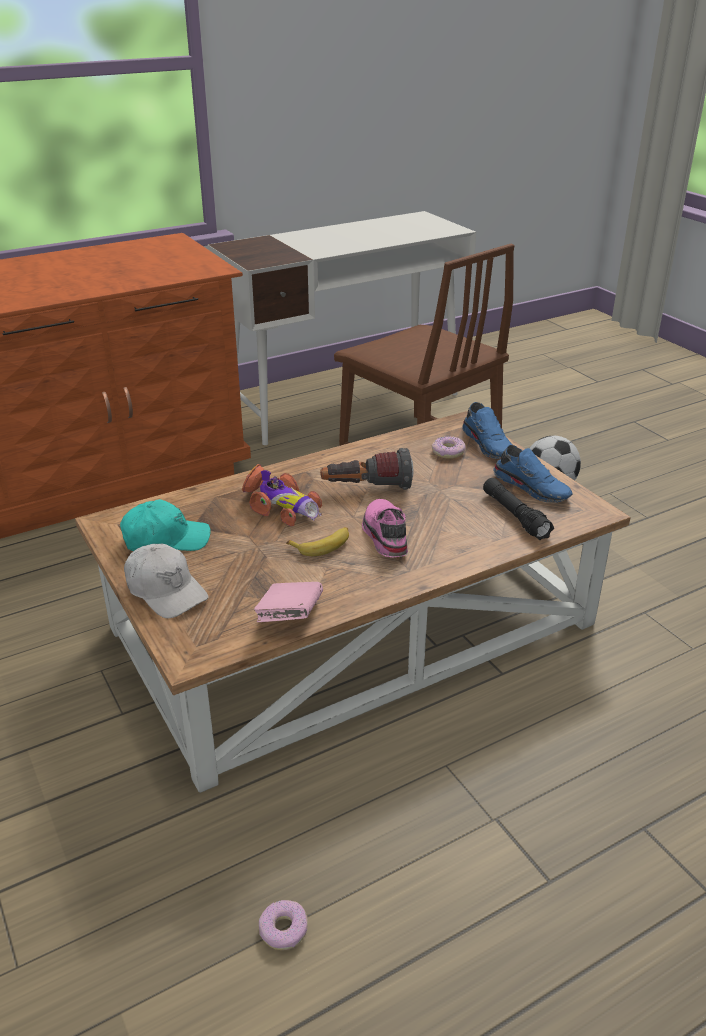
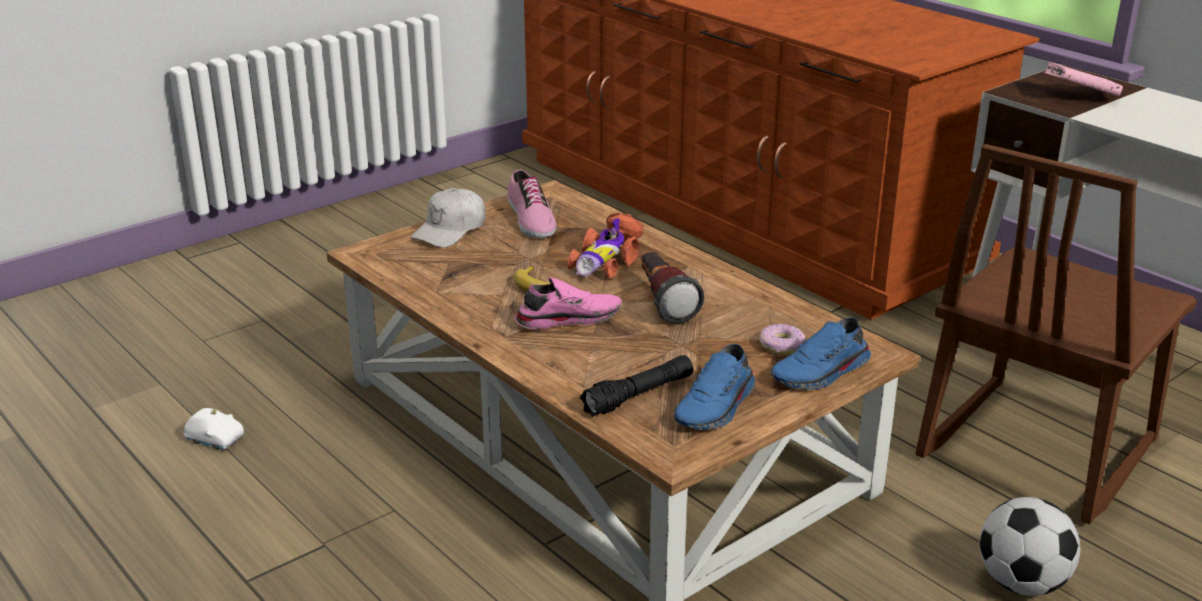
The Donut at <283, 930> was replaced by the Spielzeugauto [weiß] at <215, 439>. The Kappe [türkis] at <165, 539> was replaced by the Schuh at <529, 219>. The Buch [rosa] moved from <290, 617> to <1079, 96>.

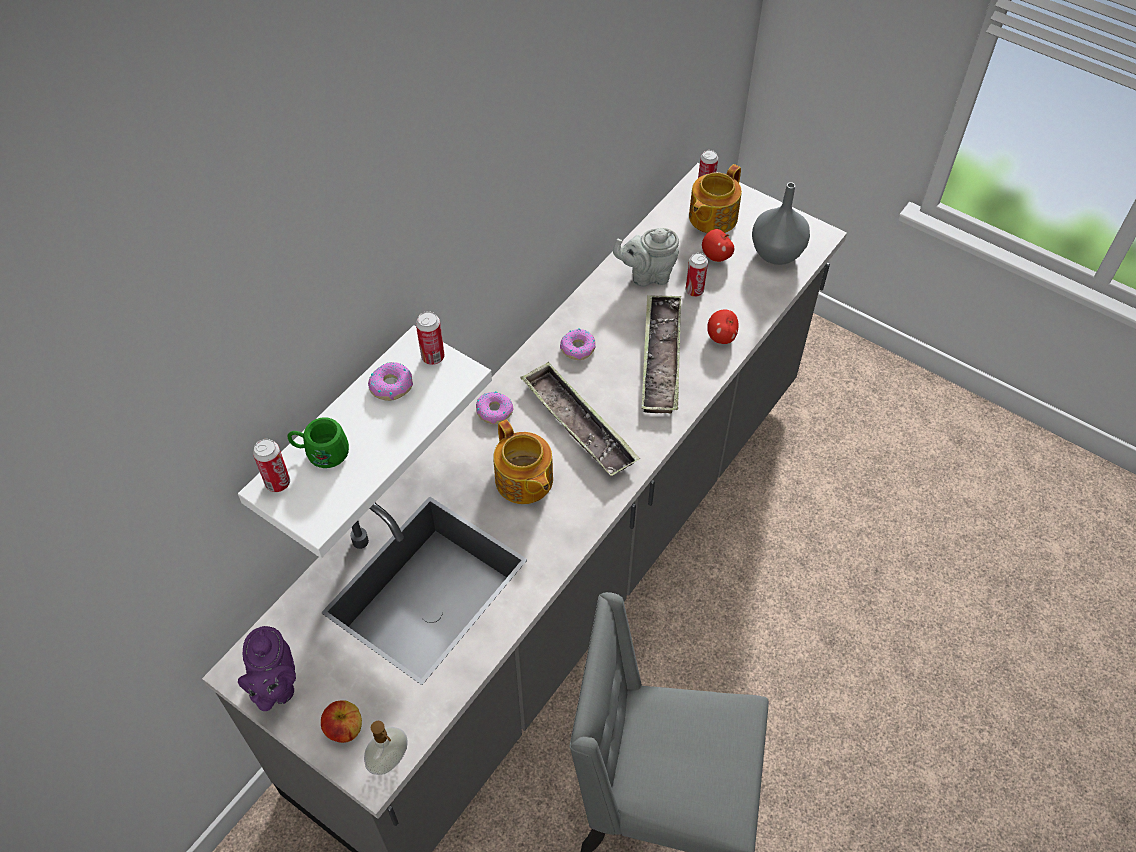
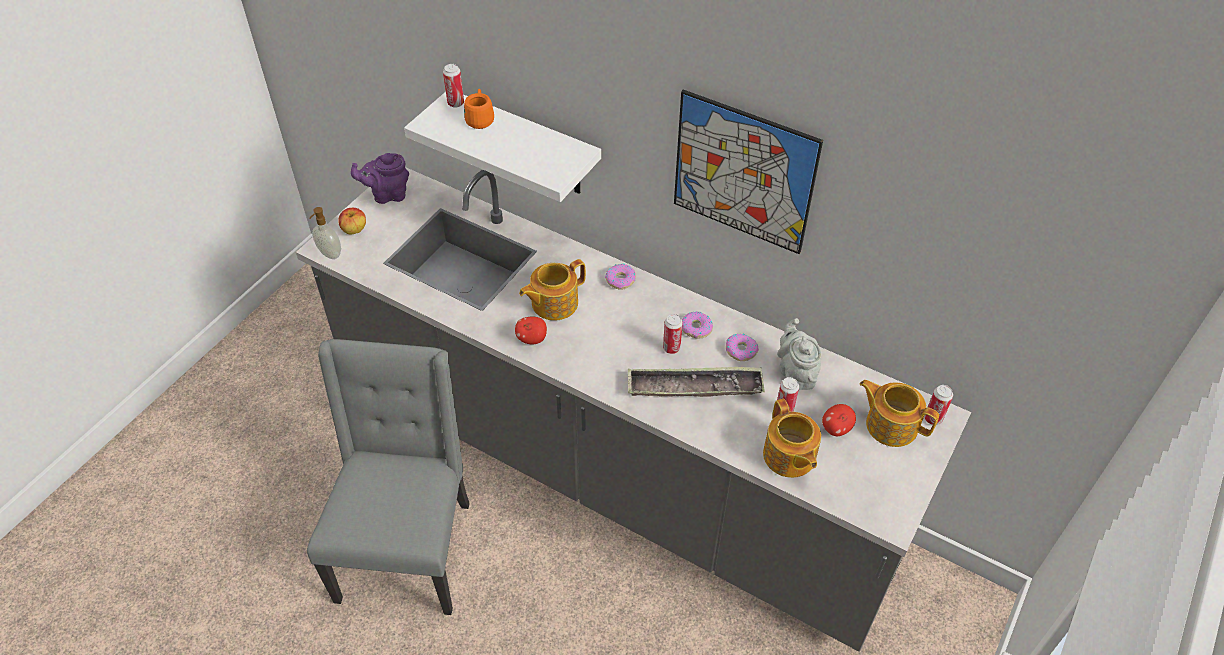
The Henkelbecher [grün] at <321, 453> became the Henkelbecher [orange] at <480, 118>. The Apfel moved from <721, 337> to <532, 339>. The Dose moved from <433, 357> to <671, 348>. The Bild at <743, 173> appeared. The Donut moved from <391, 385> to <741, 350>. The Teekanne at <789, 457> appeared. The Tablett at <578, 424> disappeared. The Vase [grau] at <778, 254> disappeared.

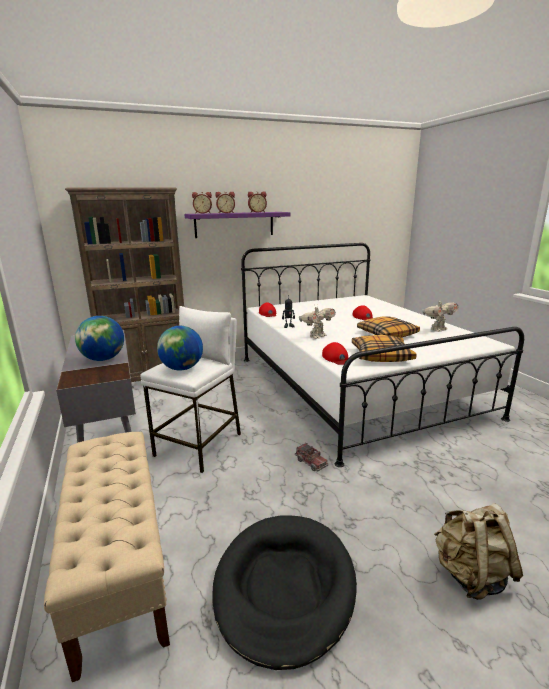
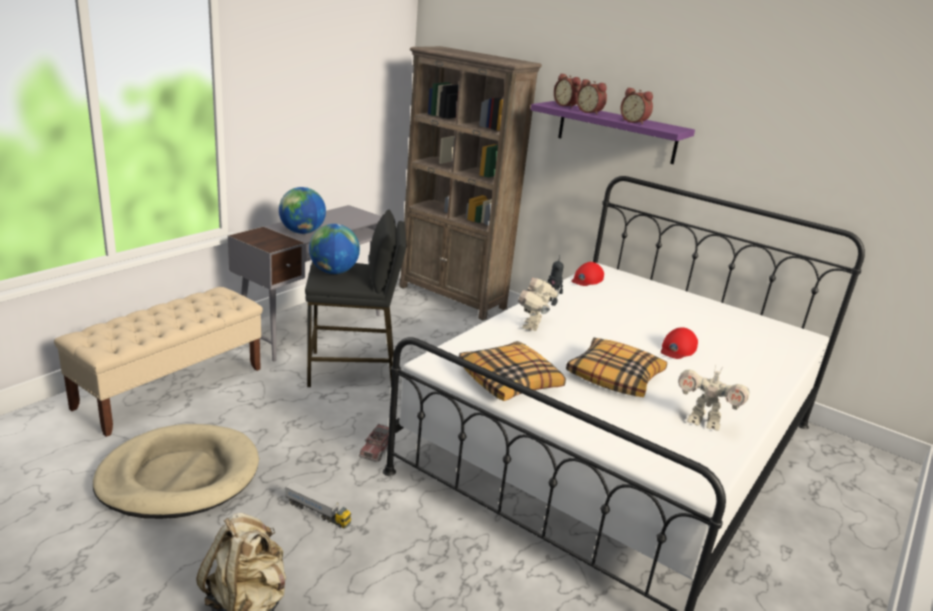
The Hundebett [schwarz] at <284, 587> became the Hundebett [beige] at <179, 476>. The Spielzeuglaster at <317, 512> appeared. The Hocker [weiß] at <200, 445> became the Hocker [schwarz] at <353, 370>. The Spielzeugroboter at <317, 336> turned 90 degrees clockwise. The Kappe [rot] at <336, 358> disappeared.

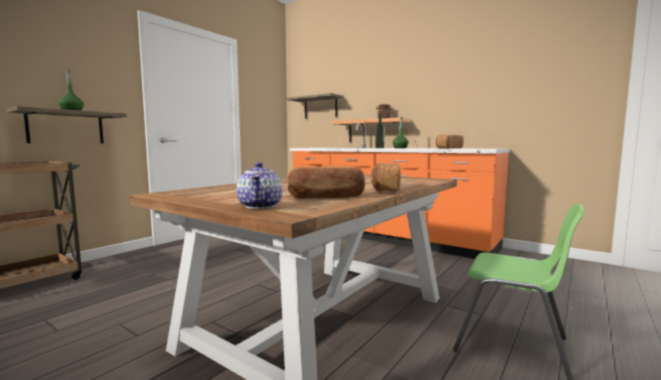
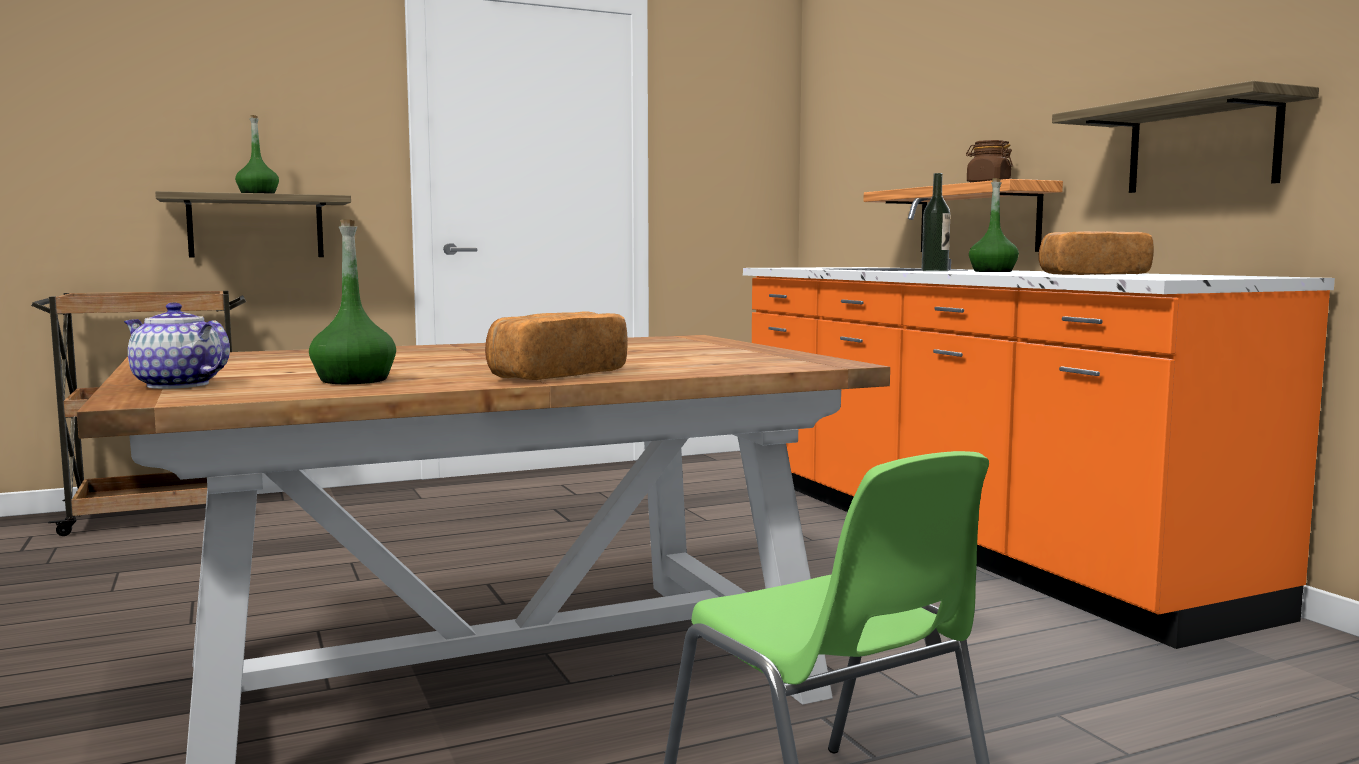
The Teekanne at <260, 206> turned 90 degrees clockwise. The Brot at <326, 197> was replaced by the Flasche [grün] at <354, 380>. The Wandregal moved from <320, 107> to <1202, 146>.

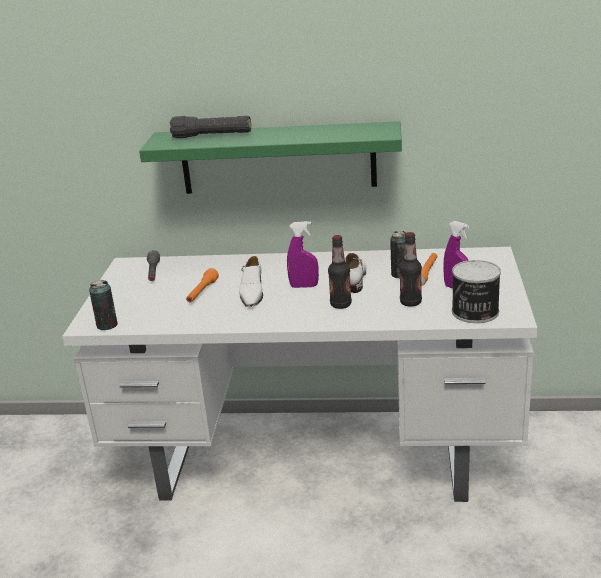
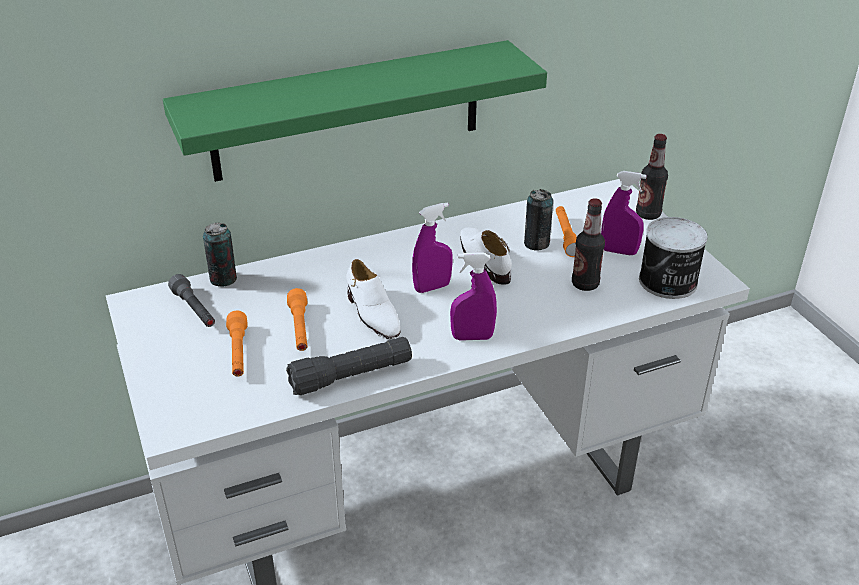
The Dose moved from <107, 325> to <223, 279>. The Taschenlampe [orange] at <238, 352> appeared. The Taschenlampe [schwarz] moved from <212, 136> to <351, 376>. The Sprühflasche [lila] at <472, 337> appeared. The Flasche moved from <341, 305> to <648, 214>.

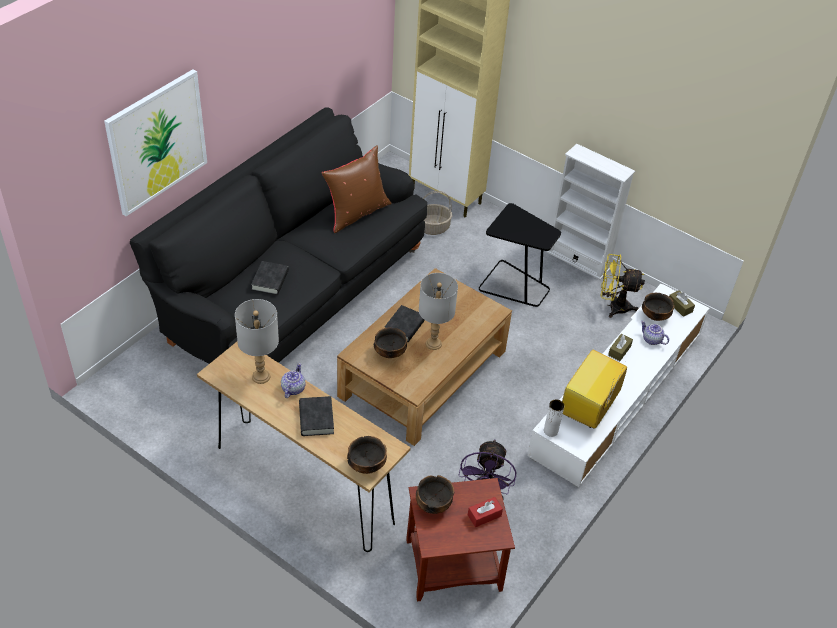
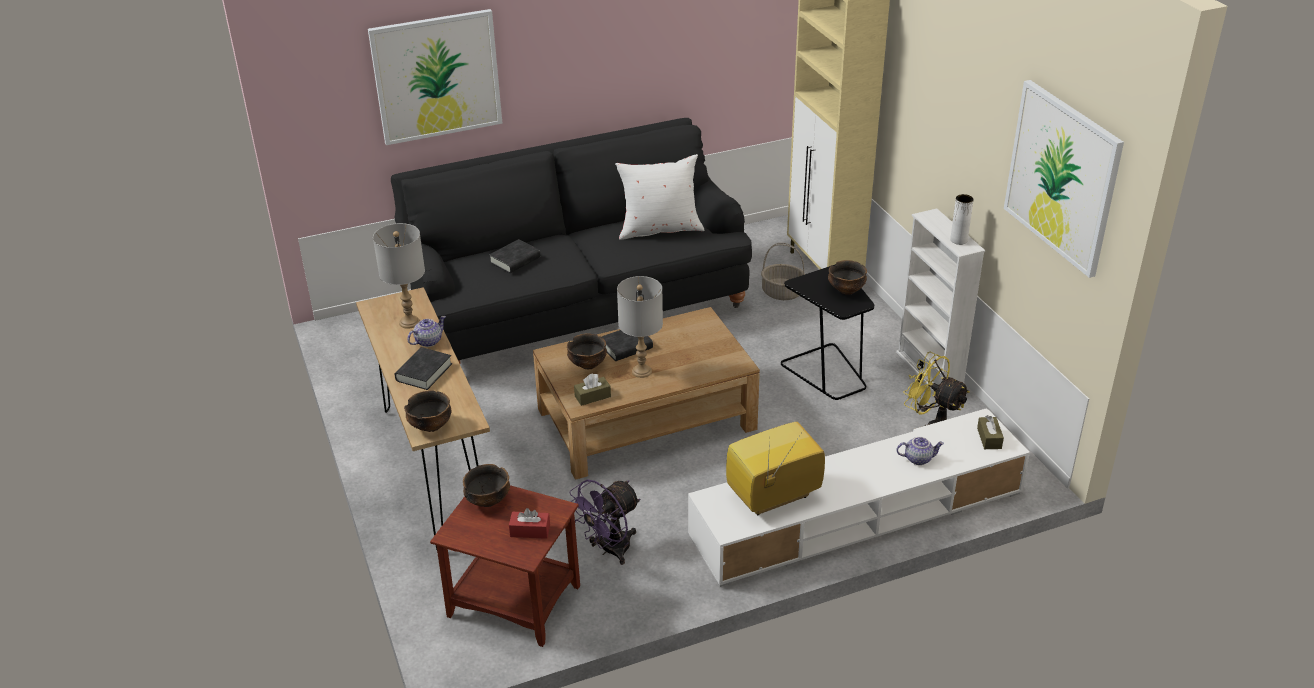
The Taschentuchbox [braun] moved from <619, 351> to <592, 396>. The Kissen [braun] at <356, 213> became the Kissen [weiß] at <659, 229>. The Schüssel moved from <655, 316> to <846, 290>. The Teekanne at <651, 340> turned 105 degrees clockwise. The Vase [weiß] moved from <550, 431> to <958, 240>. The Bild at <1062, 177> appeared.

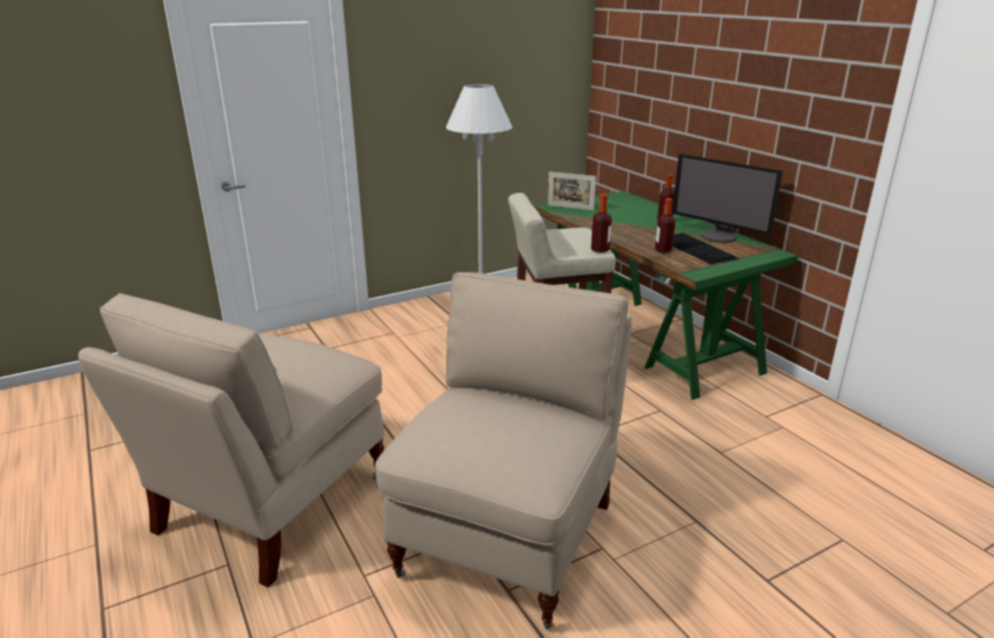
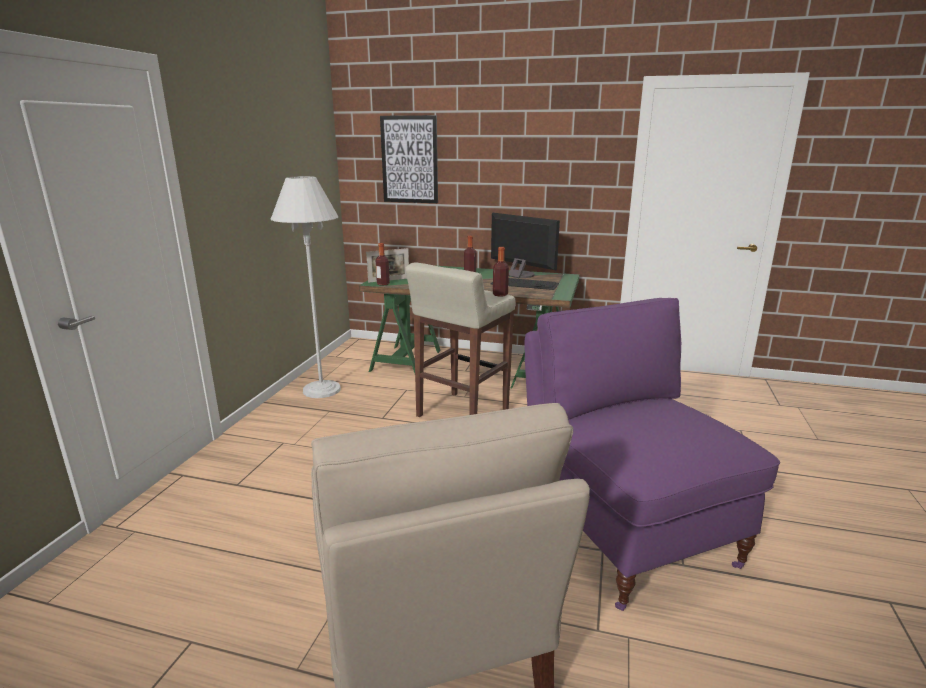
The Flasche moved from <663, 250> to <383, 284>. The Bild at <409, 160> appeared. The Monitor at <719, 237> turned 135 degrees counterclockwise. The Stuhl [beige] at <509, 536> became the Stuhl [lila] at <625, 532>.

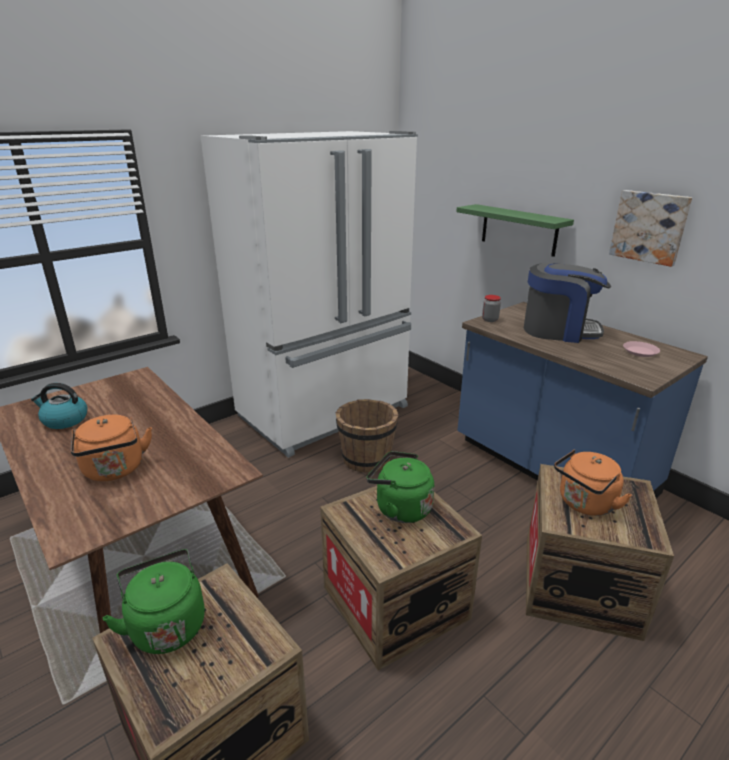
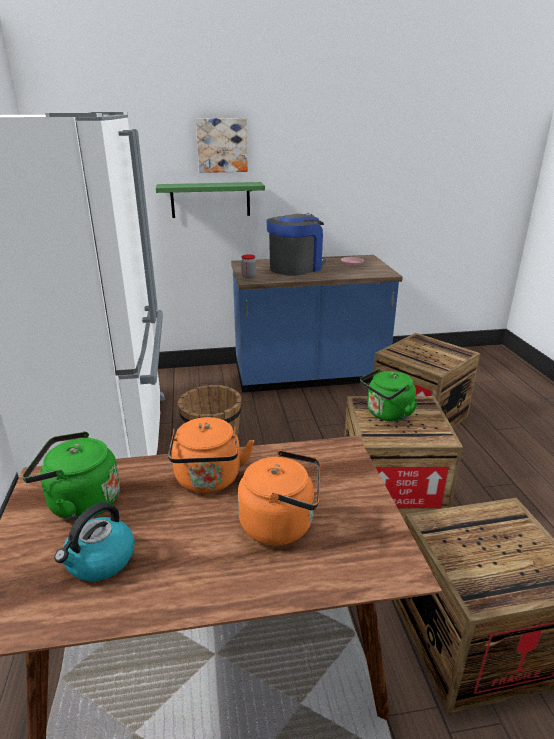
The Wasserkessel [grün] moved from <167, 624> to <80, 503>. The Wasserkessel [orange] moved from <584, 504> to <209, 480>. The Bild moved from <649, 227> to <222, 145>.

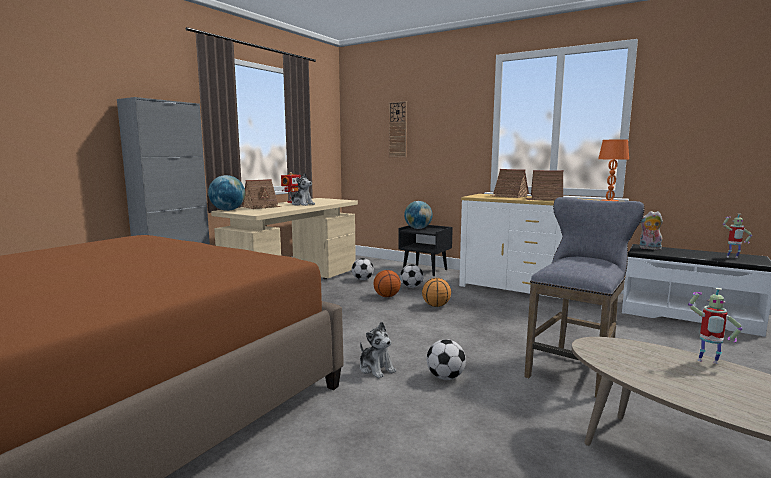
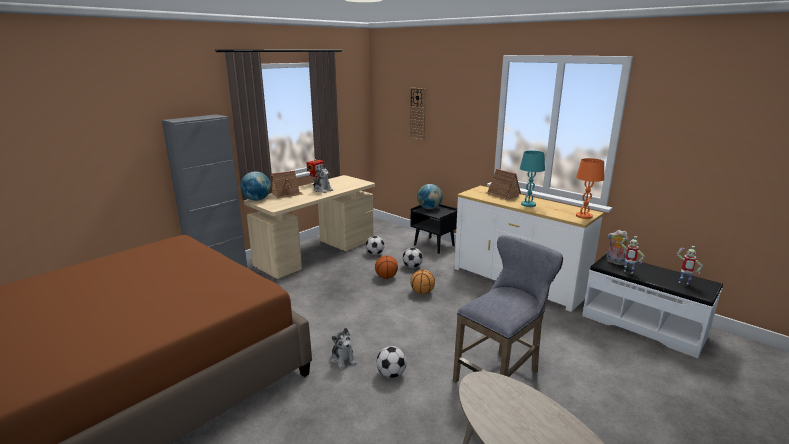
The Spielzeughaus at <544, 199> was replaced by the Tischlampe [türkis] at <528, 204>. The Spielzeugroboter moved from <707, 362> to <628, 272>.

